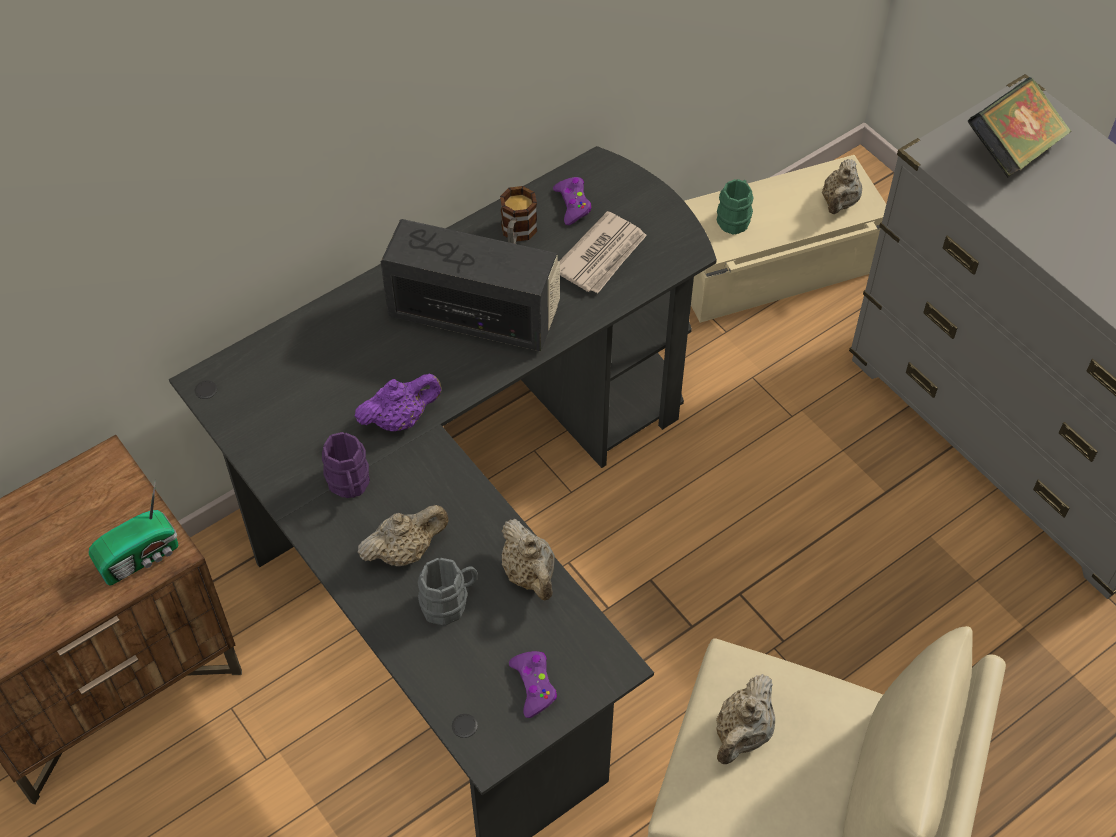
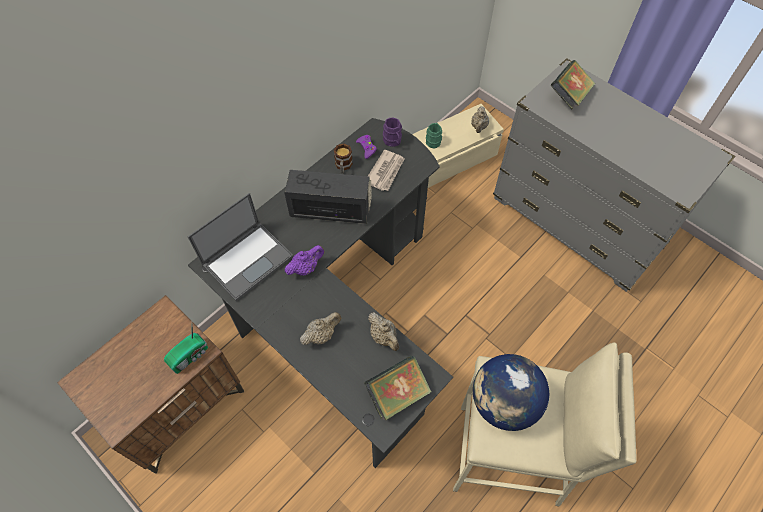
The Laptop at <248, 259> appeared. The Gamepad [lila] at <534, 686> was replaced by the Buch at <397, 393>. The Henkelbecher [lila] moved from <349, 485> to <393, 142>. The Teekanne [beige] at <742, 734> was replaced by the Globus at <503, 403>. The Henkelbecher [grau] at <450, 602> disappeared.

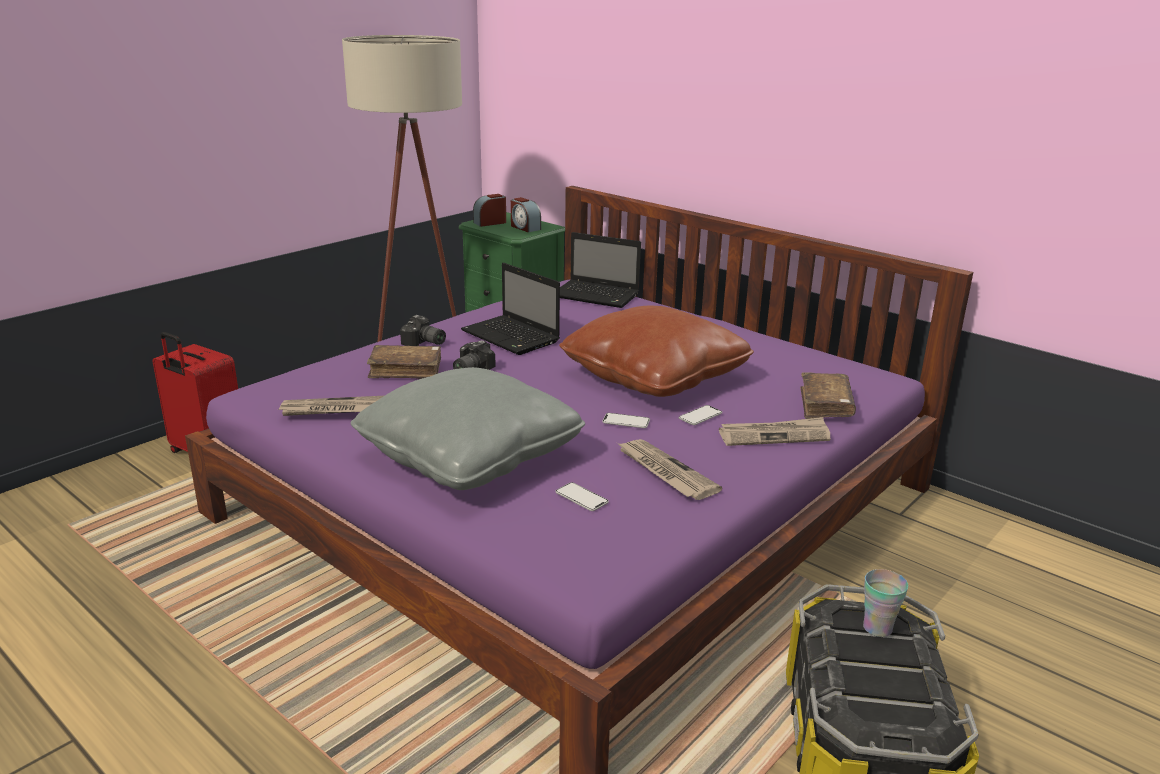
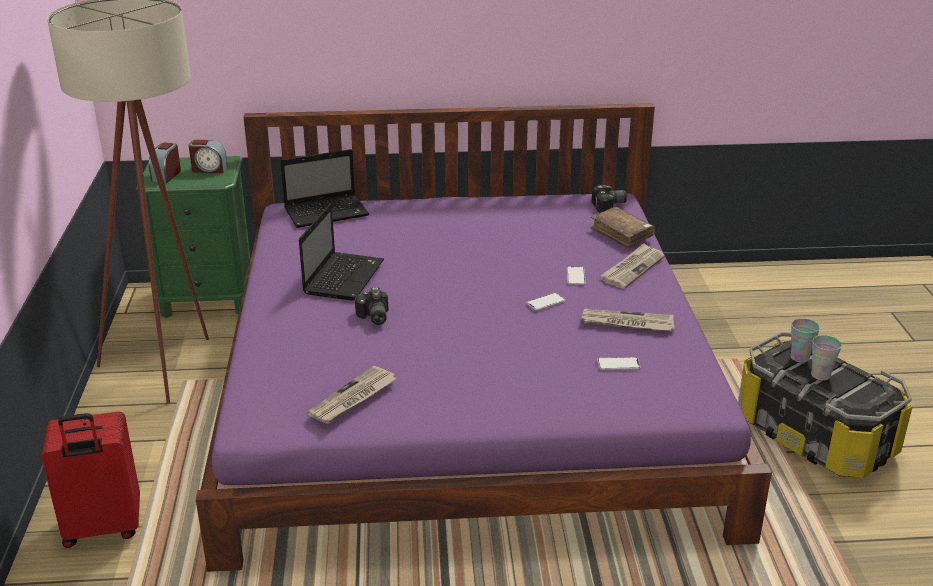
The Laptop at <512, 337> turned 75 degrees counterclockwise. The Kamera moved from <424, 343> to <609, 206>. The Tasse at <820, 375> appeared. The Kissen [grau] at <469, 456> disappeared. The Buch [braun] at <406, 370> disappeared. The Kissen [braun] at <654, 376> disappeared.

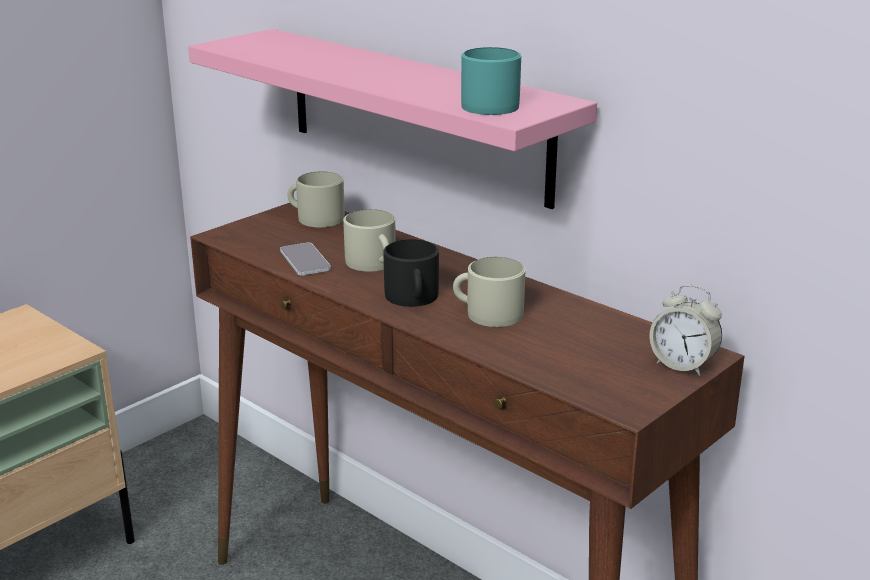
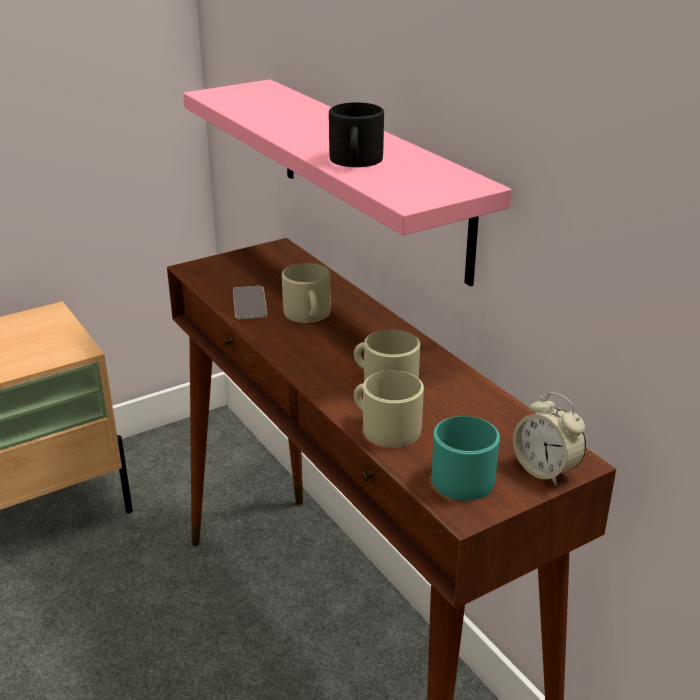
The Henkelbecher [schwarz] moved from <412, 298> to <355, 160>. The Henkelbecher [beige] moved from <315, 218> to <385, 427>. The Henkelbecher [türkis] moved from <486, 104> to <460, 475>.

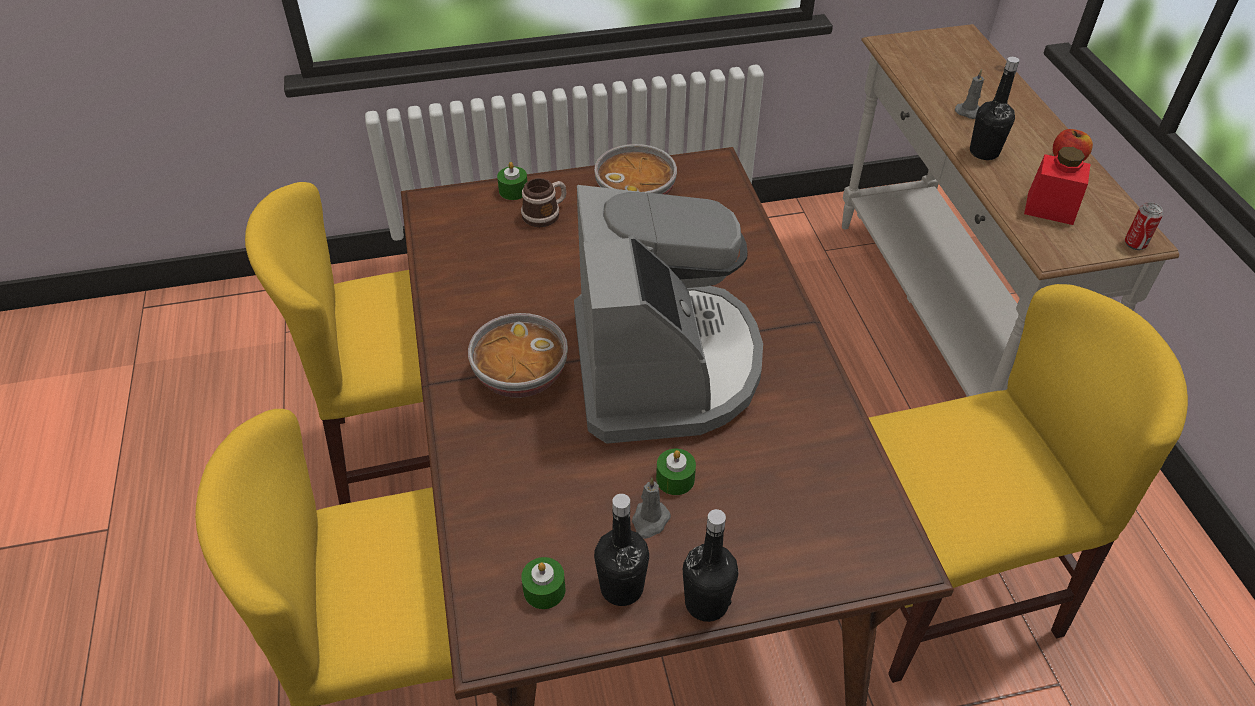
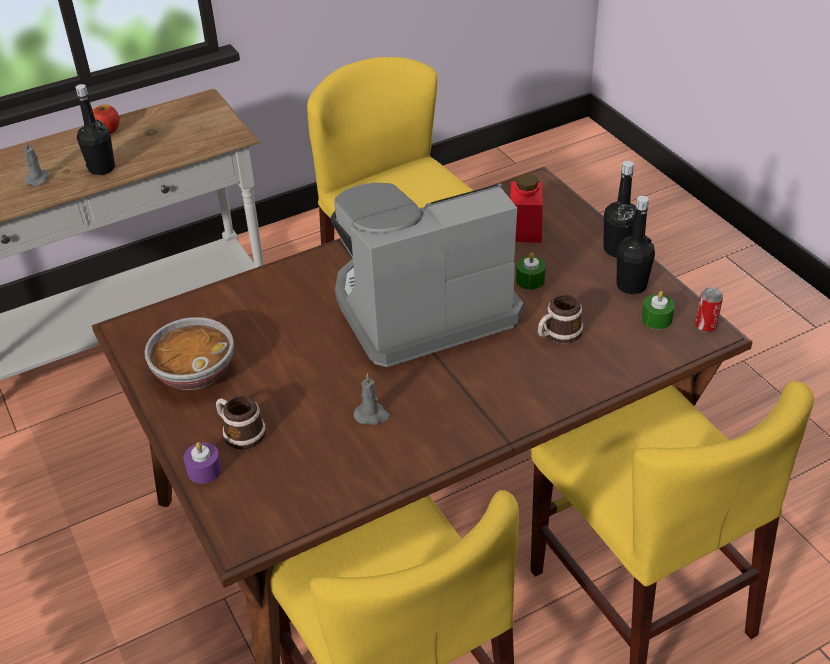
The Kerze [grün] at <513, 191> became the Kerze [lila] at <204, 470>. The Kerze [grau] moved from <649, 521> to <372, 415>. The Vorratsglas [rot] moved from <1050, 208> to <525, 229>. The Henkelbecher at <557, 334> appeared. The Dose moved from <1135, 244> to <705, 326>. The Schüssel at <520, 377> disappeared.

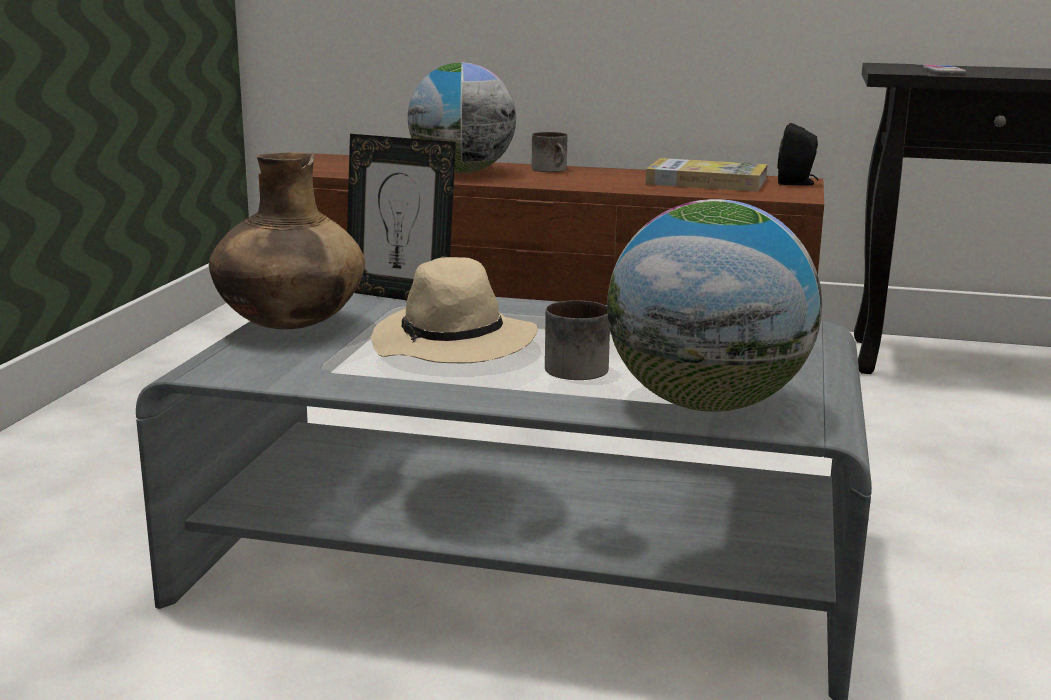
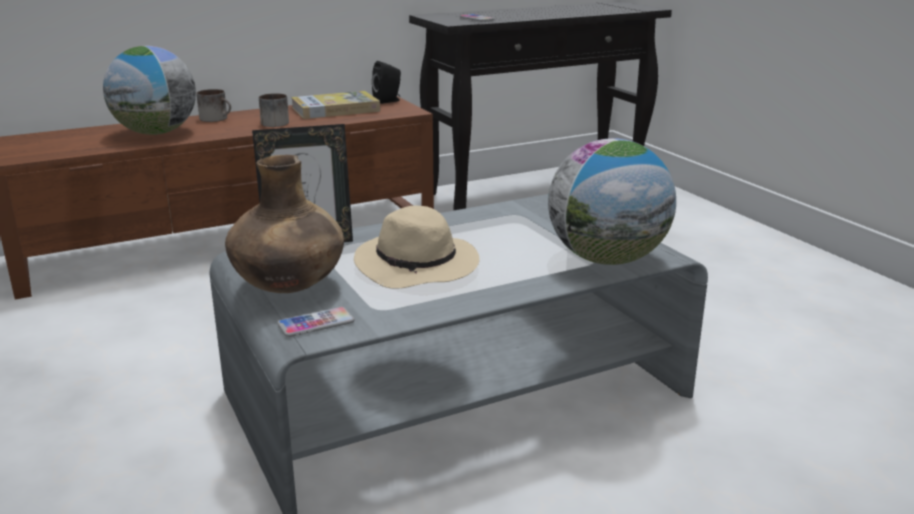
The Henkelbecher moved from <576, 366> to <273, 122>. The Handy at <316, 323> appeared.

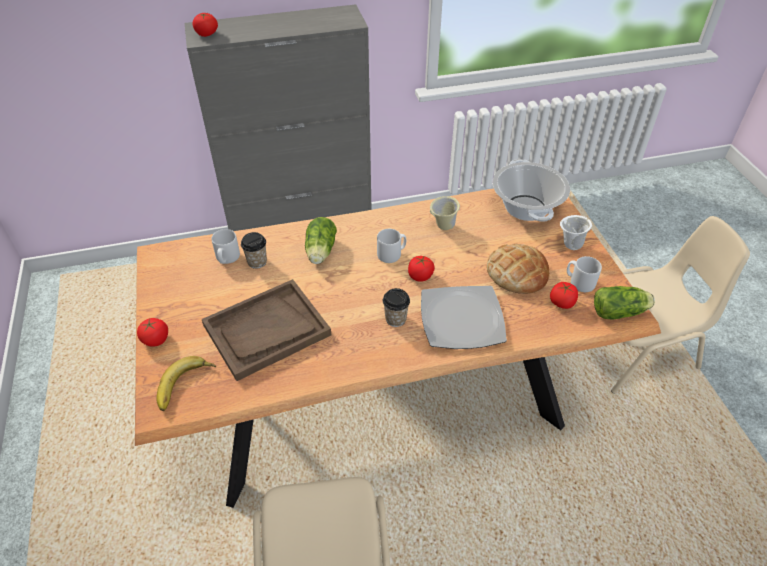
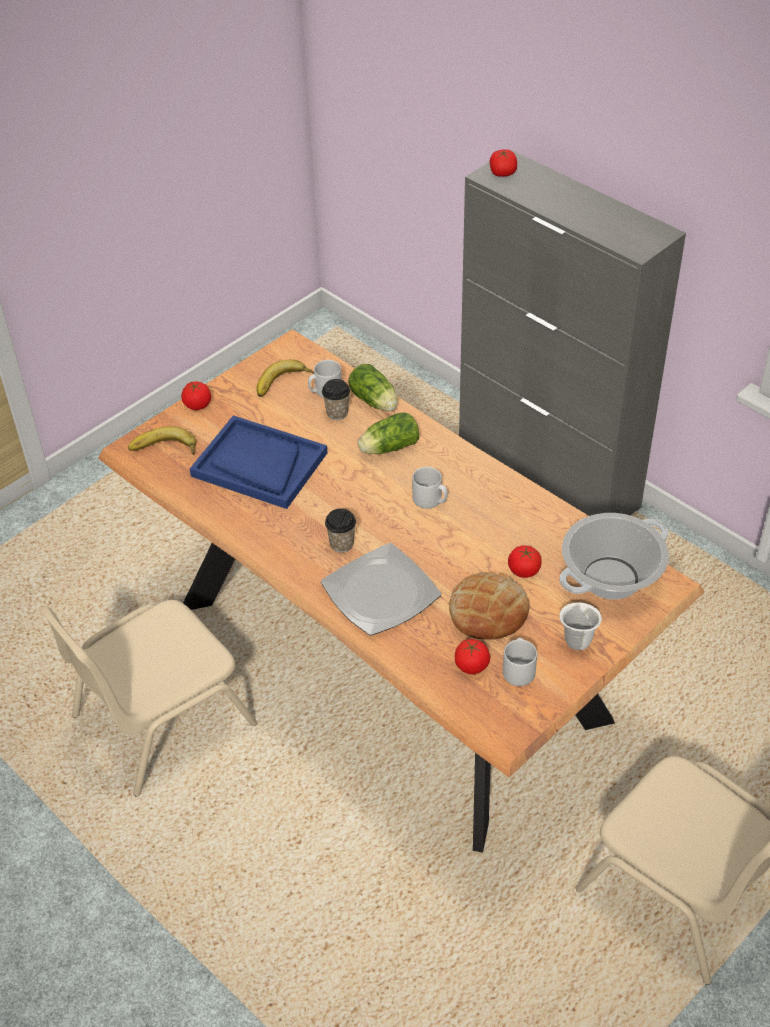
The Tablett [braun] at <266, 330> became the Tablett [blau] at <259, 464>. The Banane at <283, 384> appeared. The Salatkopf moved from <620, 312> to <375, 402>. The Tomate moved from <420, 276> to <524, 570>. The Henkelbecher [beige] at <443, 227> disappeared.

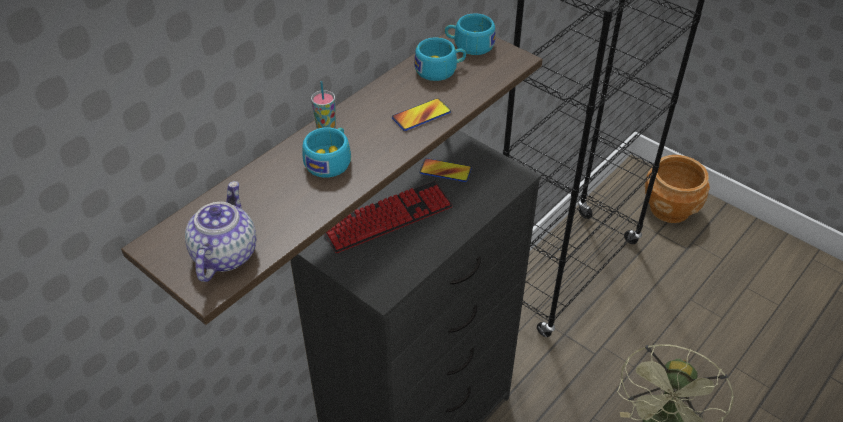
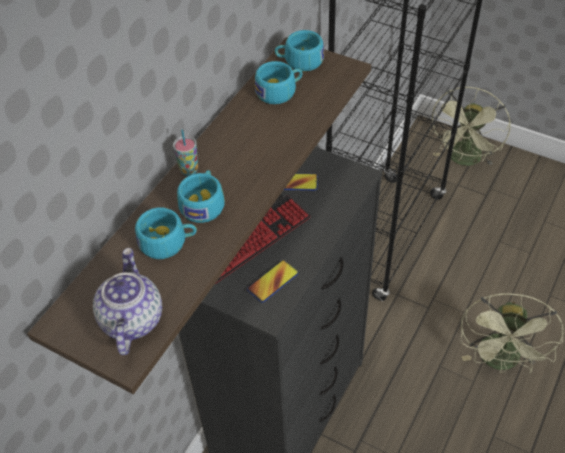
The Tasse [türkis] at <168, 242> appeared. The Handy moved from <421, 115> to <273, 281>. The Pflanzkübel [braun] at <670, 208> was replaced by the Ventilator [grün] at <464, 160>.

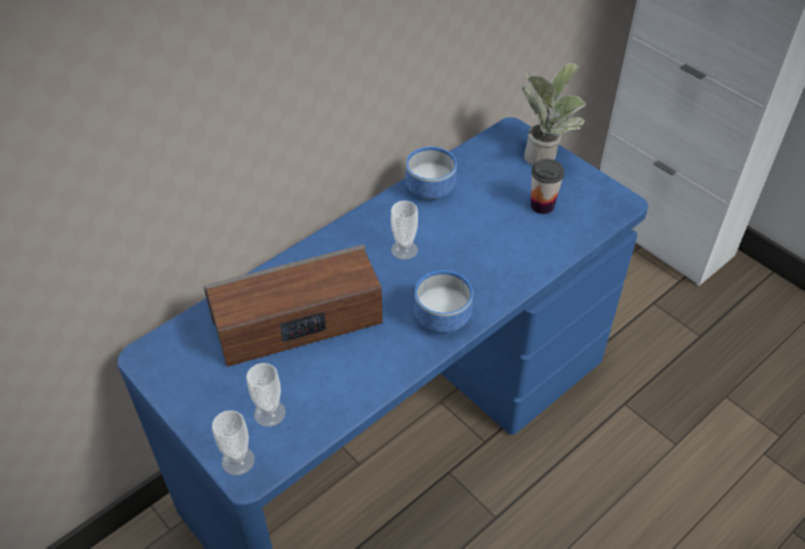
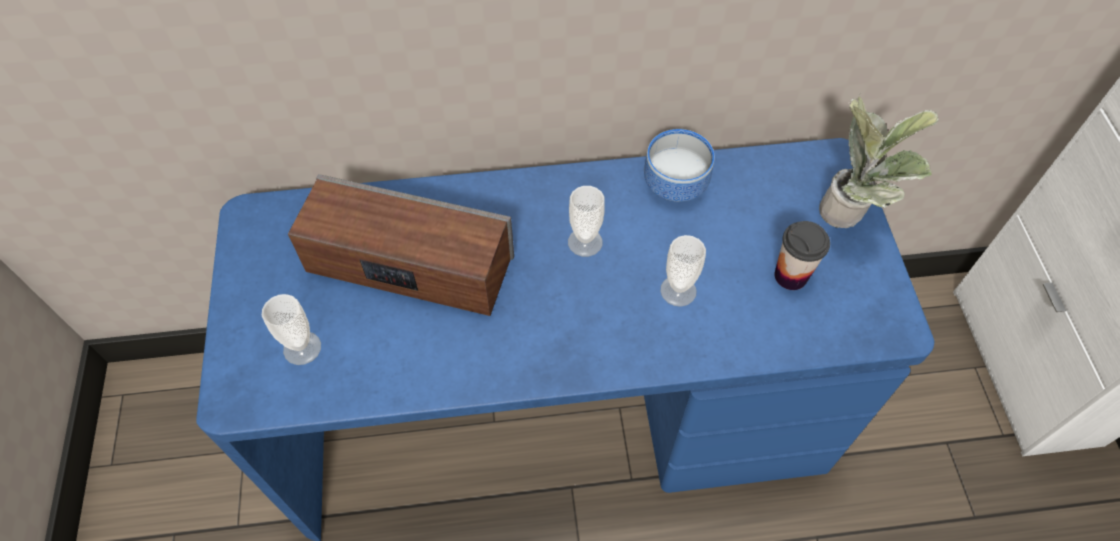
The Tasse moved from <238, 460> to <678, 291>. The Schüssel at <440, 316> disappeared.

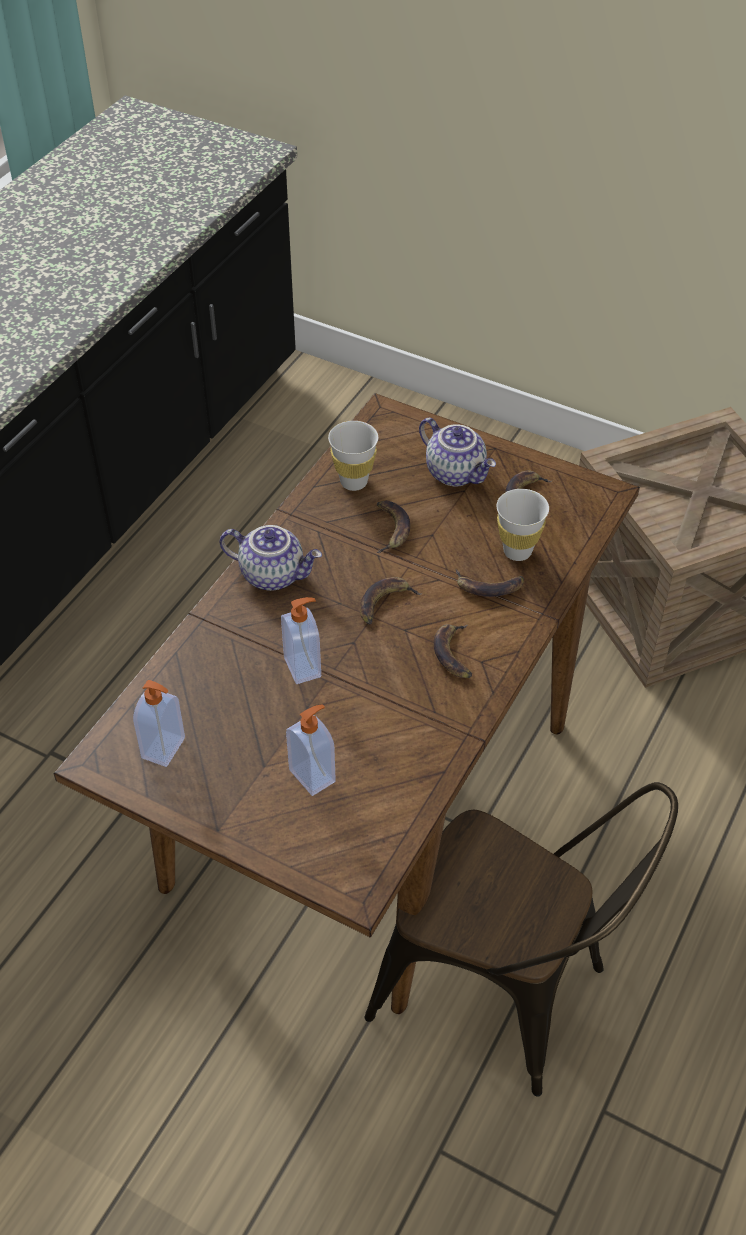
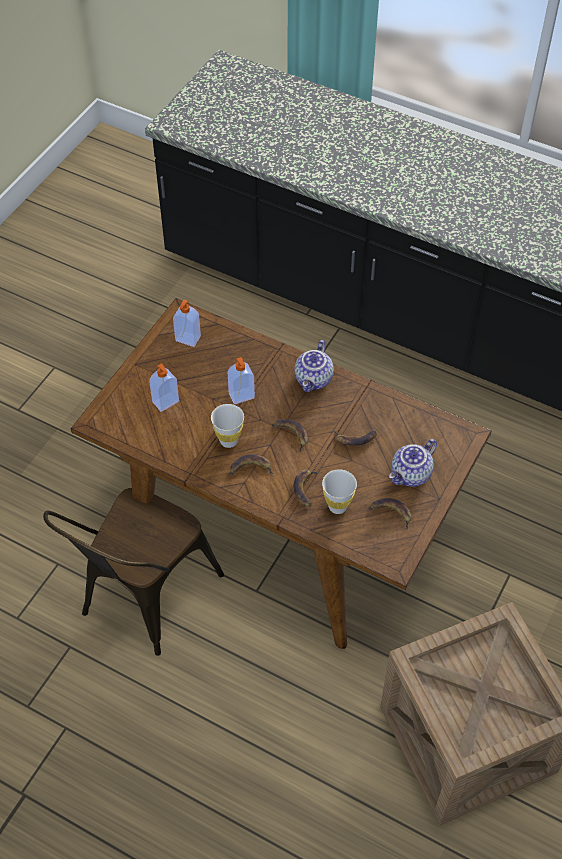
The Tasse [weiß] moved from <354, 482> to <228, 440>.

